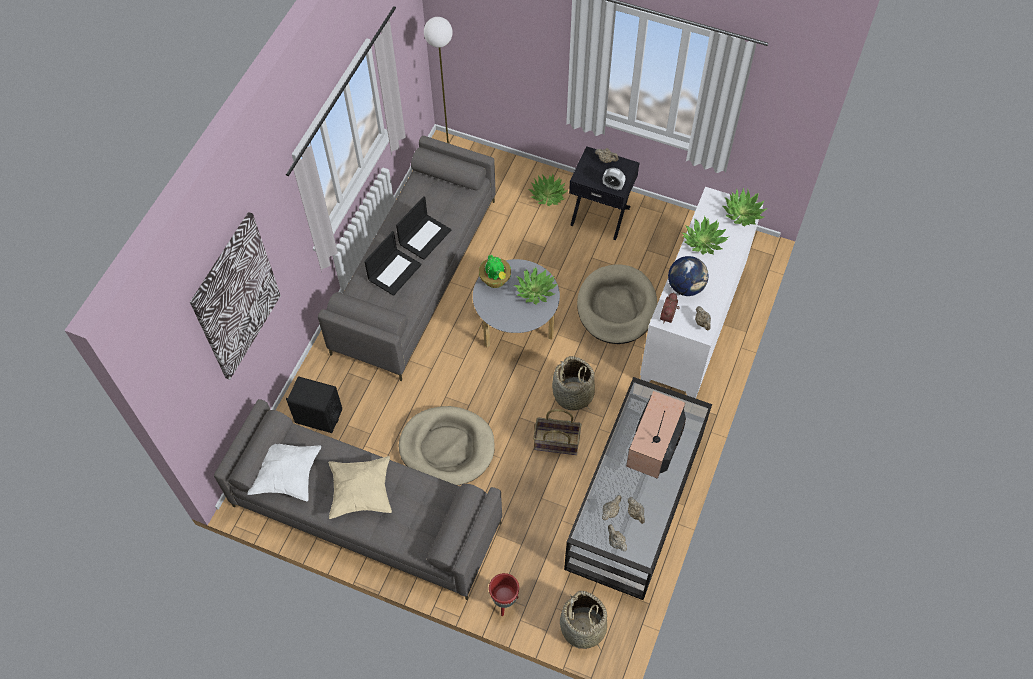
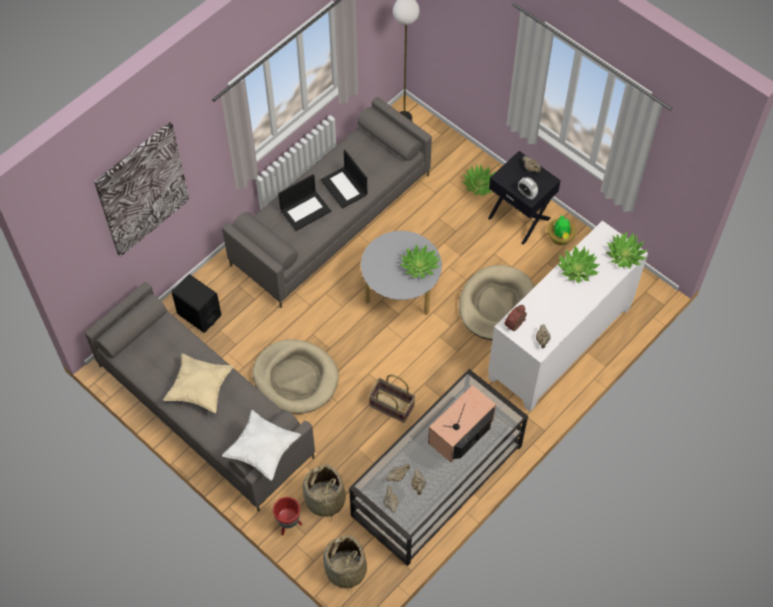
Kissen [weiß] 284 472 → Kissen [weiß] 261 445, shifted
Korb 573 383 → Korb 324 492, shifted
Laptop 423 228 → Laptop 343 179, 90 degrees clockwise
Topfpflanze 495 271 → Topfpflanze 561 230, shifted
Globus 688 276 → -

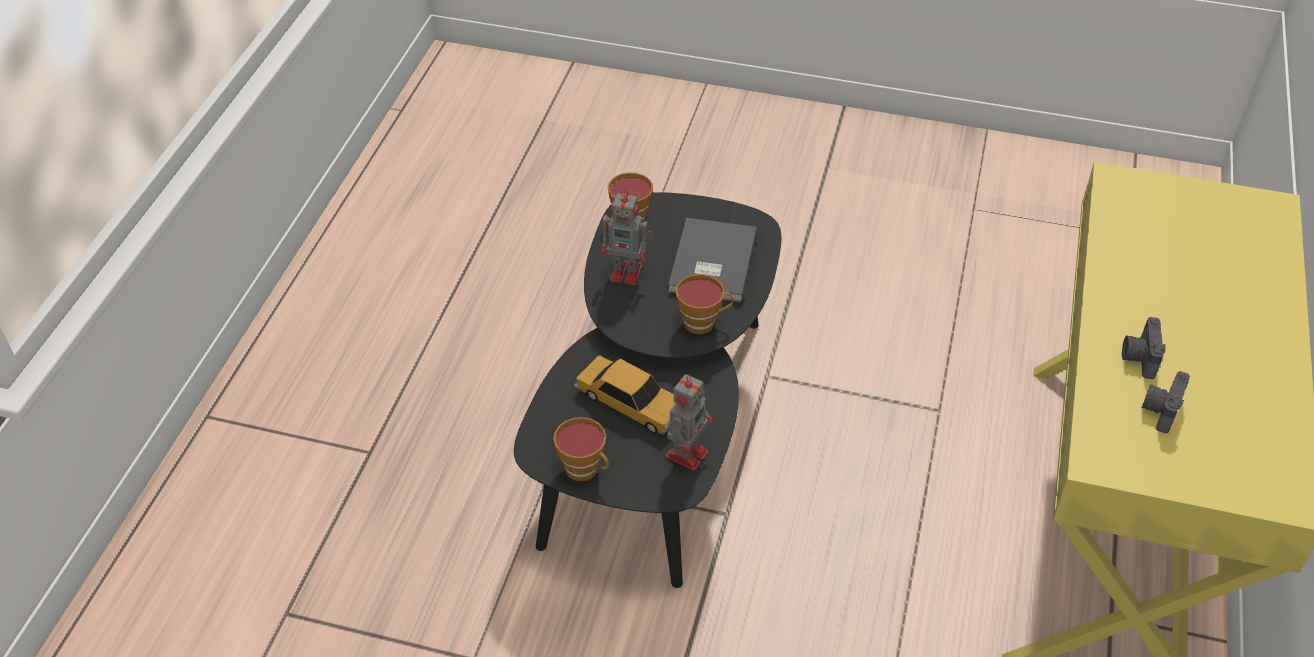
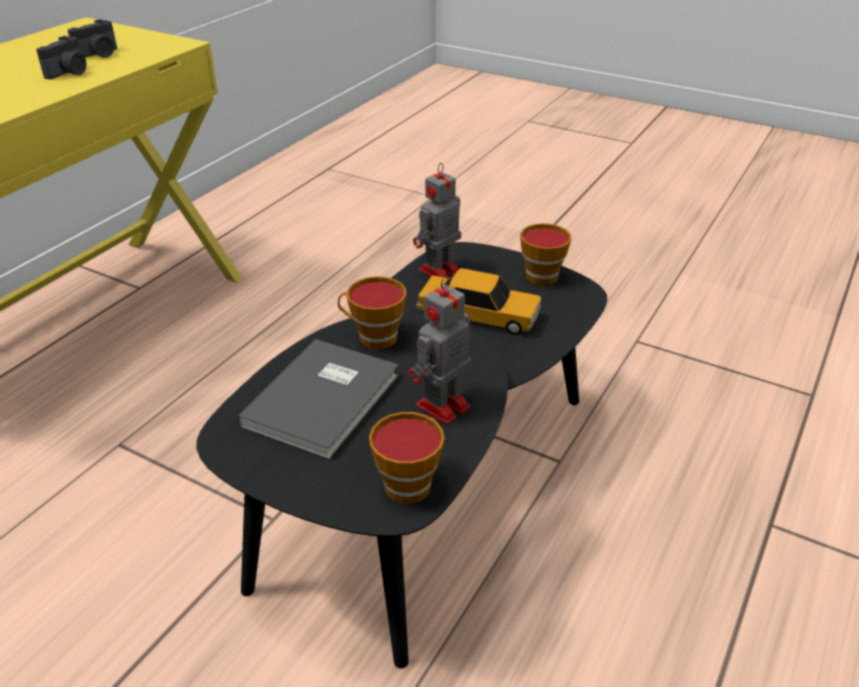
Spielzeugroboter 627 237 → Spielzeugroboter 439 350, 75 degrees counterclockwise
Spielzeugauto 625 394 → Spielzeugauto 478 301, 150 degrees clockwise

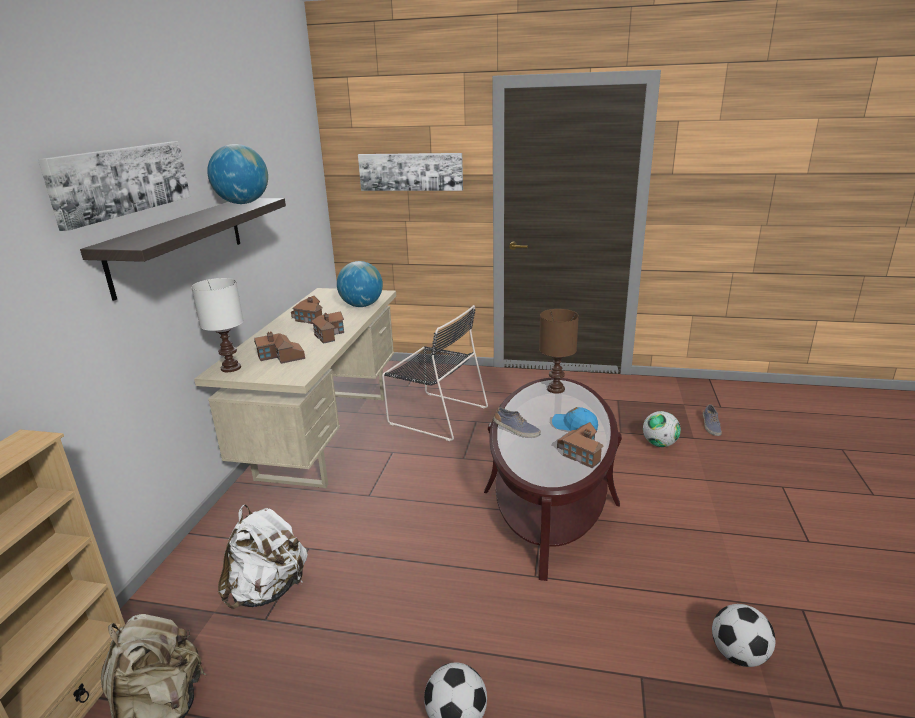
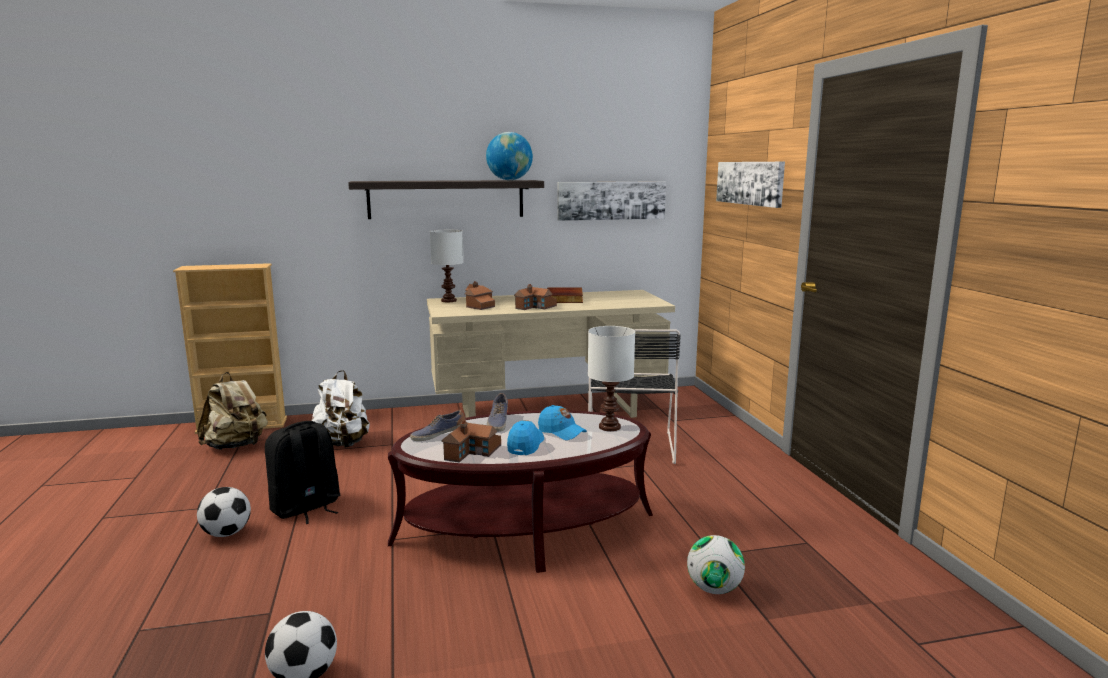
- → Rucksack [schwarz] 303 472
Schuh 712 420 → Schuh 438 425, shifted
- → Kappe [blau] 562 422
Spielzeughaus 307 310 → Buch 565 295
Bild 114 186 → Bild 612 201, shifted
Tischlampe [braun] 559 351 → Tischlampe [weiß] 611 378
Globus 360 284 → -

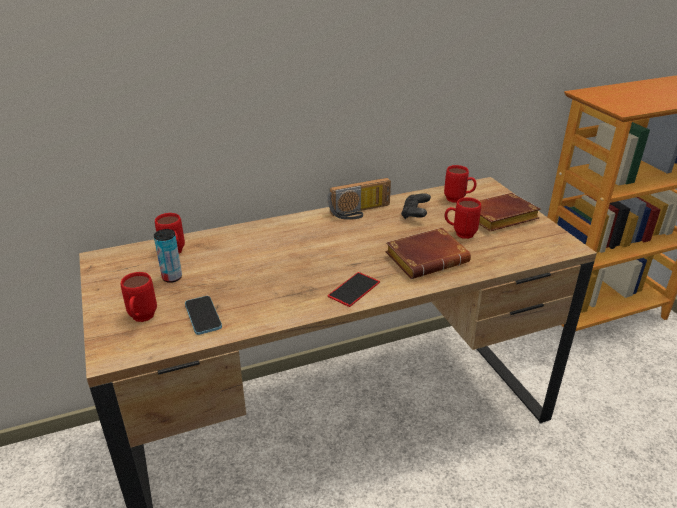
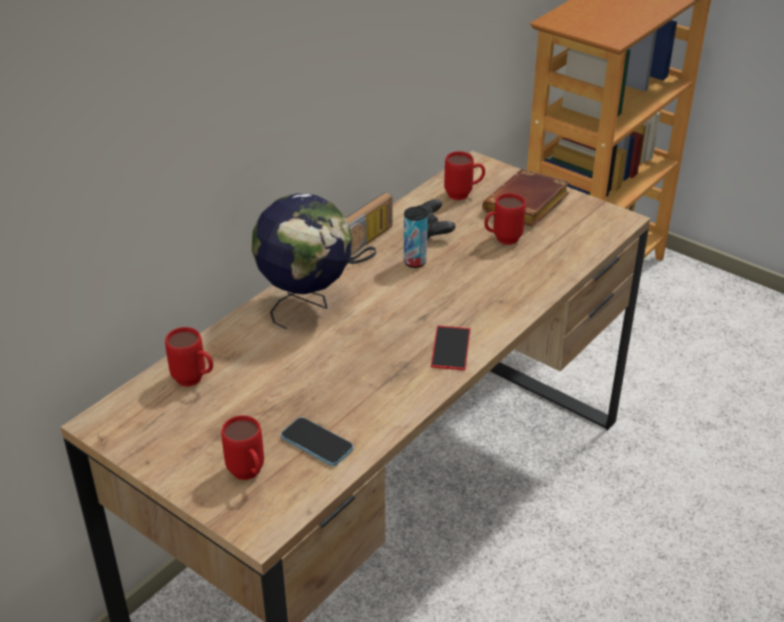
- → Globus 302 261
Dose 168 256 → Dose 416 237, shifted
Buch [braun] 428 253 → -

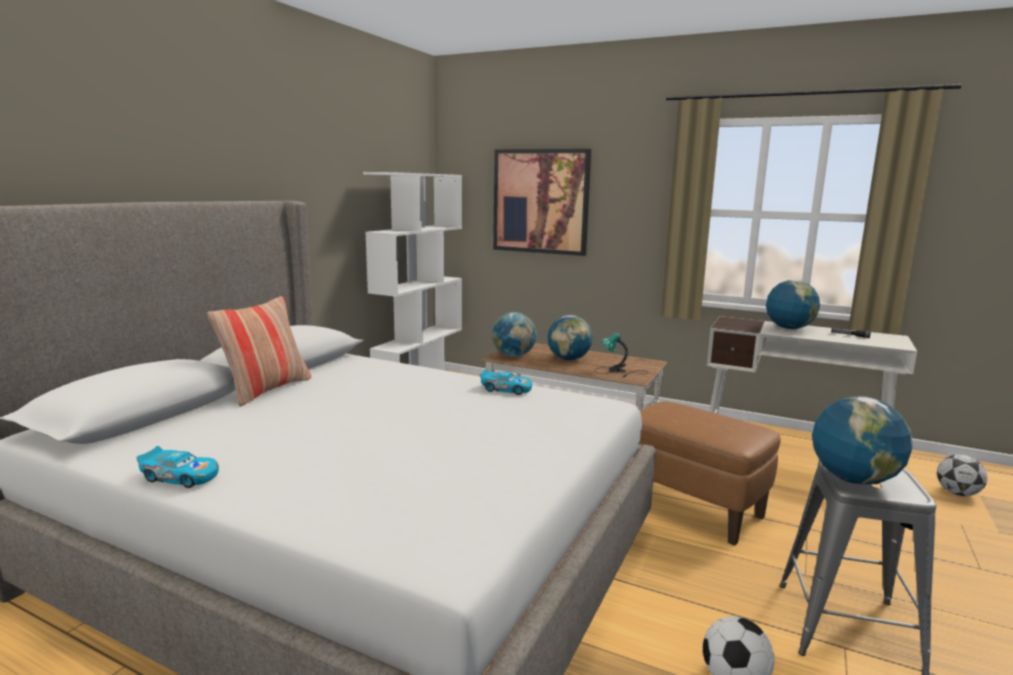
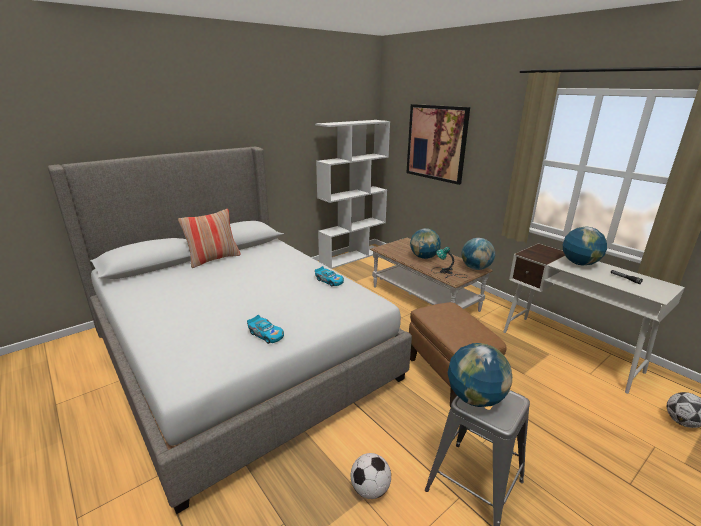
Spielzeugauto 178 467 → Spielzeugauto 265 329, shifted
Globus 514 334 → Globus 478 254, shifted

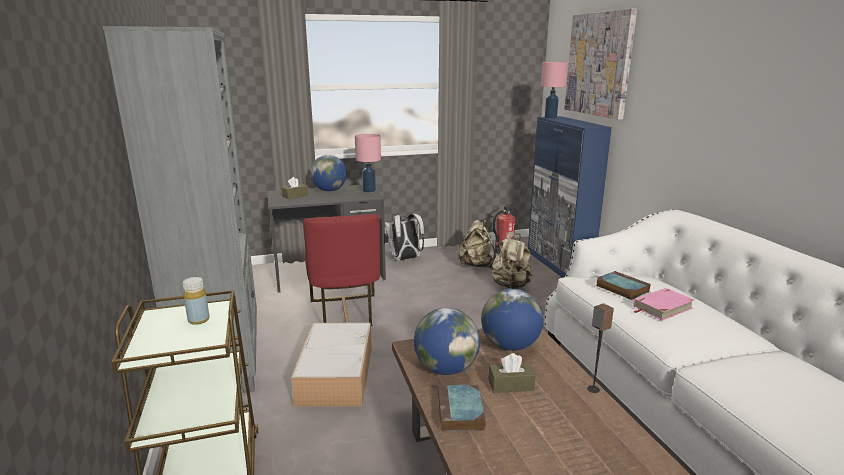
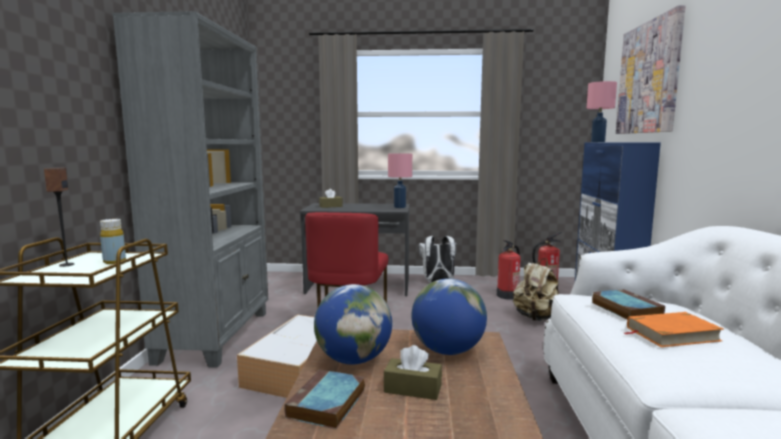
Lautsprecher 600 348 → Lautsprecher 58 217, shifted
Rucksack [beige] 477 243 → Feuerlöscher 509 270
Buch [rosa] 663 304 → Buch [orange] 674 329
Globus 328 173 → -

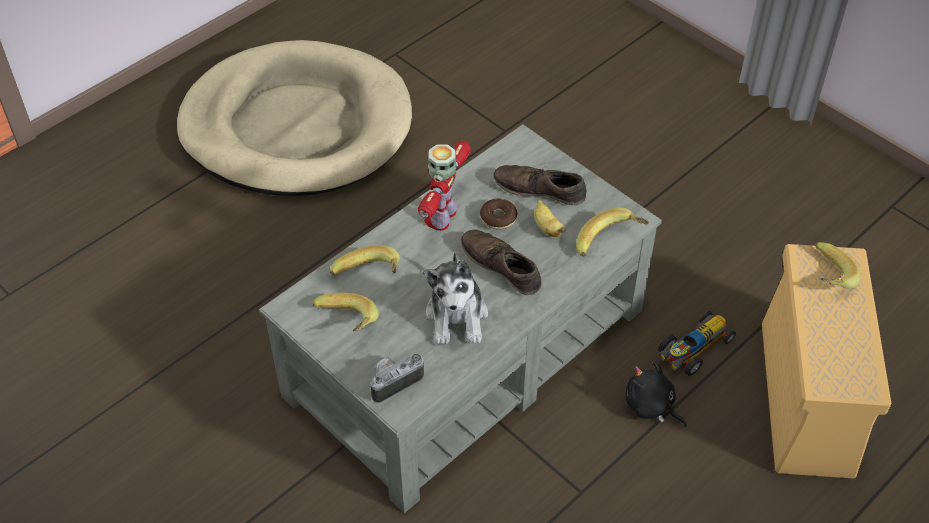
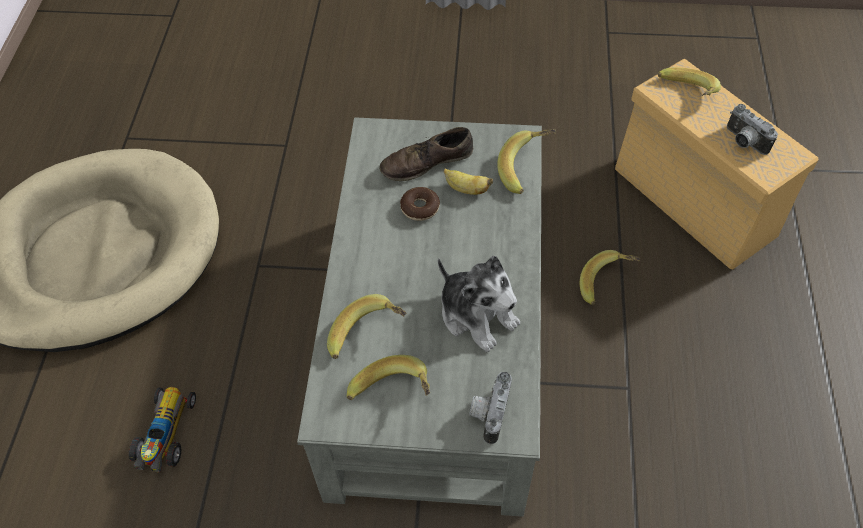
Spielzeugauto 697 343 → Spielzeugauto 162 429, shifted
Plüschtier [schwarz] 656 394 → Banane 610 277
- → Kamera 752 129
Spielzeugroboter 444 186 → -
Schuh [braun] 501 262 → -

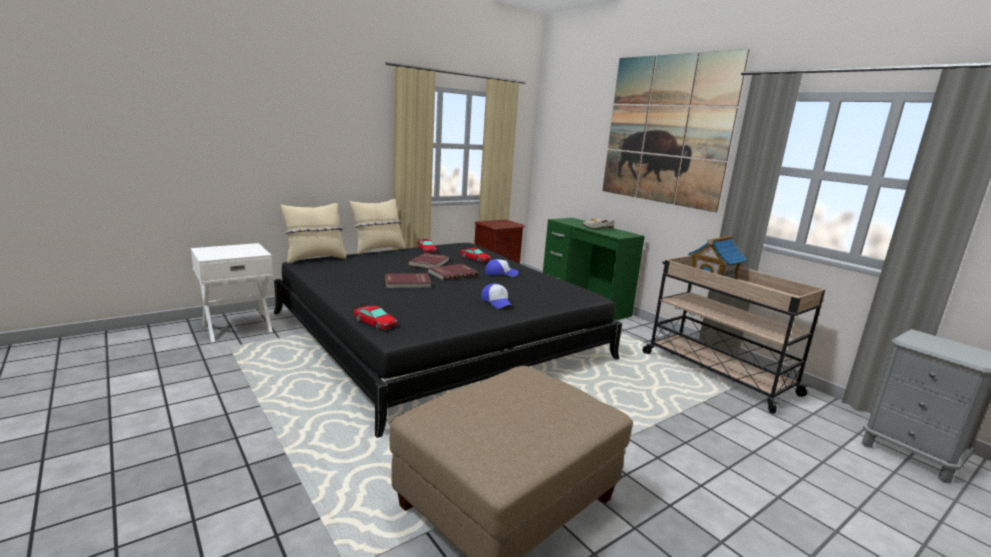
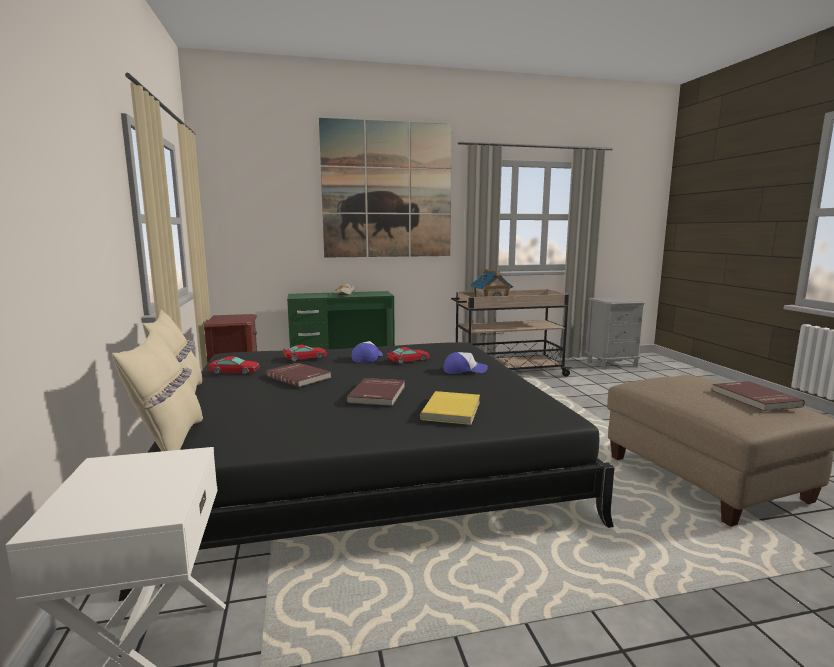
Spielzeugauto 376 317 → Spielzeugauto 408 355, shifted
- → Buch [gelb] 450 408
Buch [rot] 453 272 → Buch [rot] 758 396, shifted

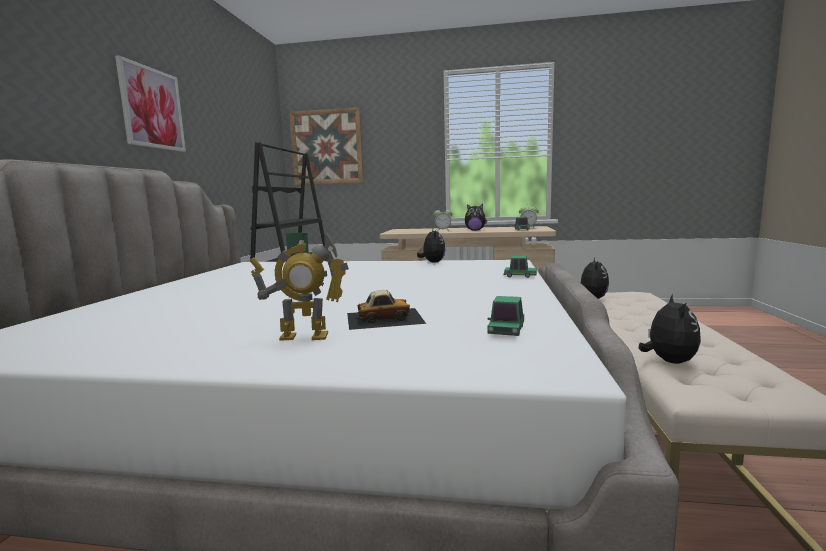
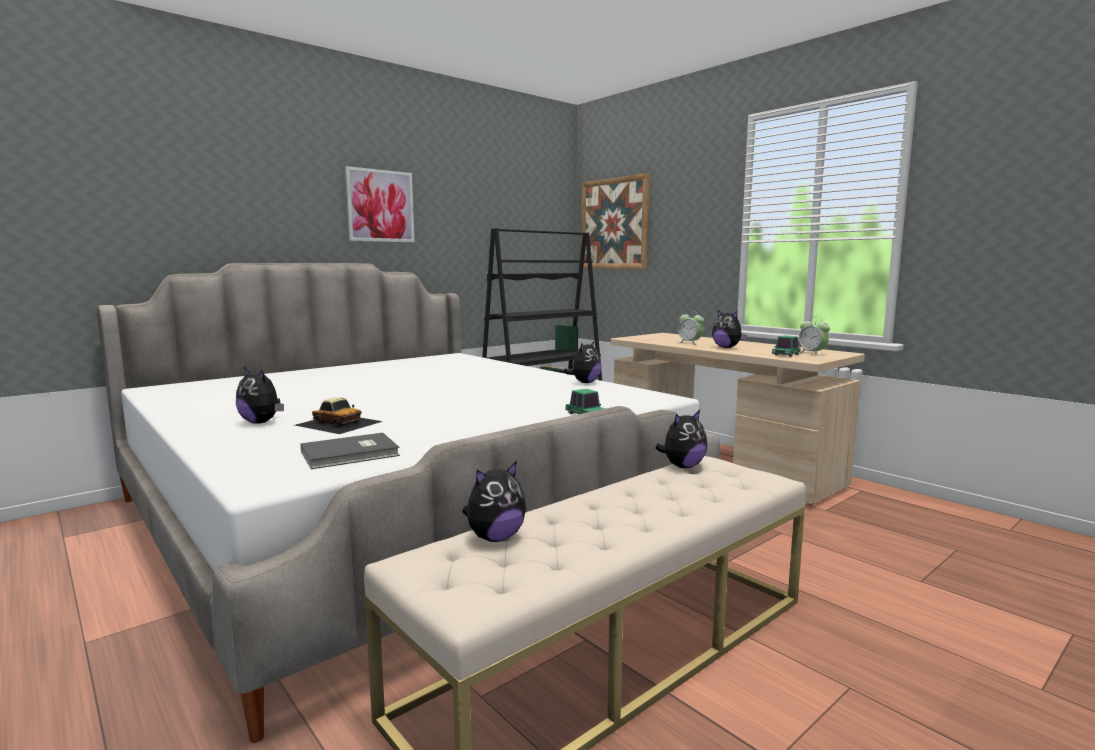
Spielzeugroboter 299 287 → Plüschtier 260 395
Spielzeugauto 506 316 → Buch [grau] 350 451

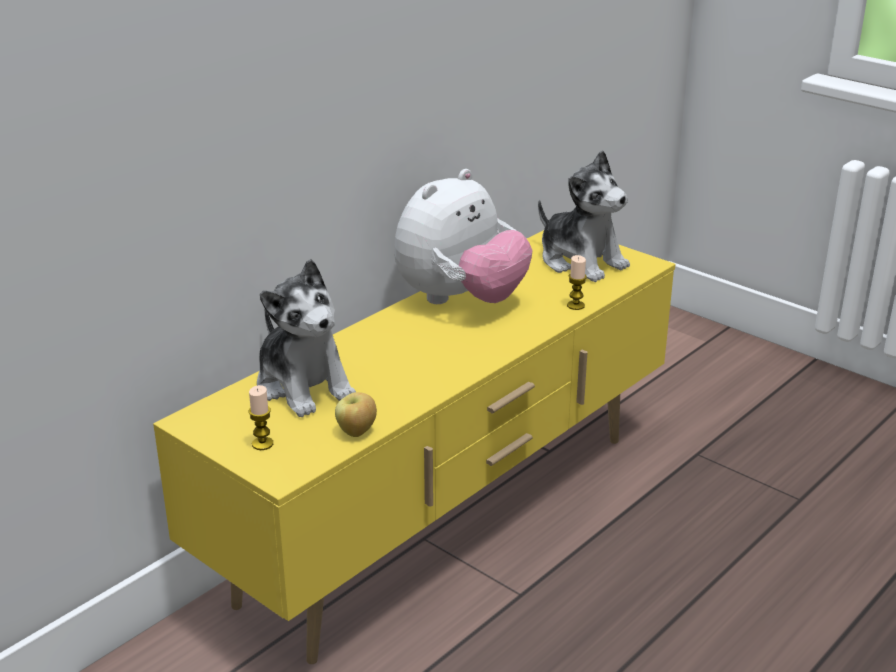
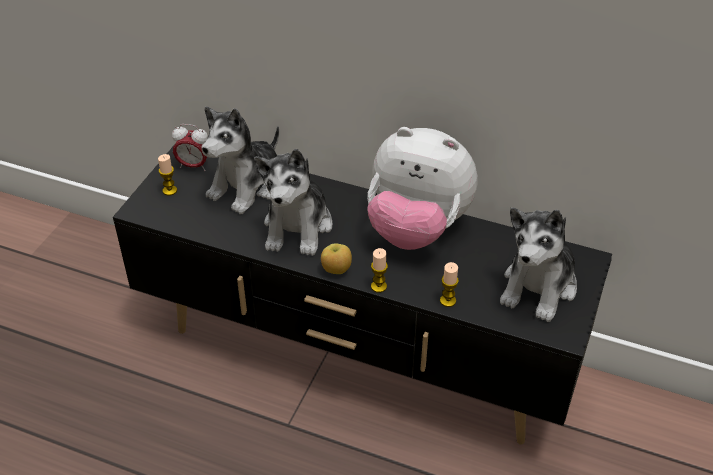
Fernsehschrank [gelb] 414 447 → Fernsehschrank [schwarz] 362 294
- → Wecker 190 147
- → Plüschtier 293 202
Apfel 356 414 → Apfel 336 258, shifted
- → Kerze 379 270

